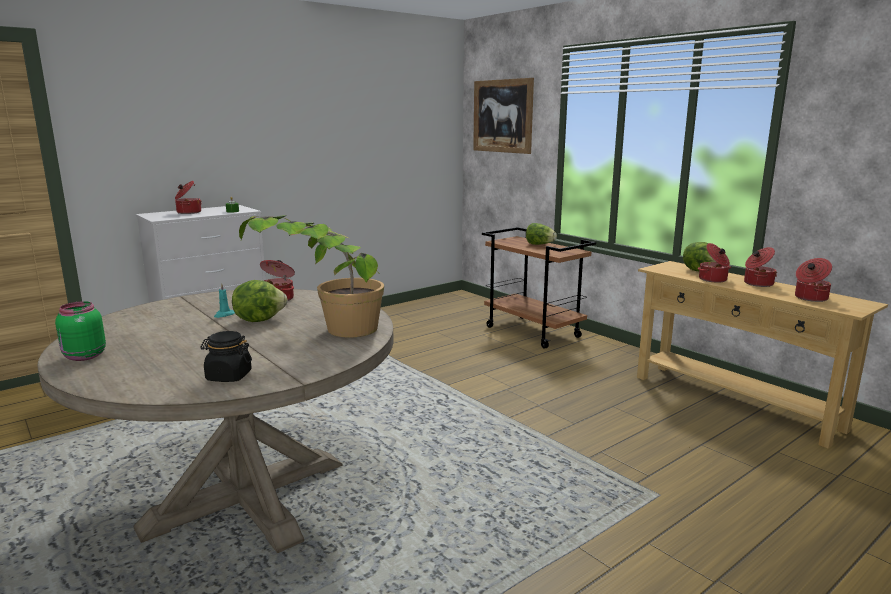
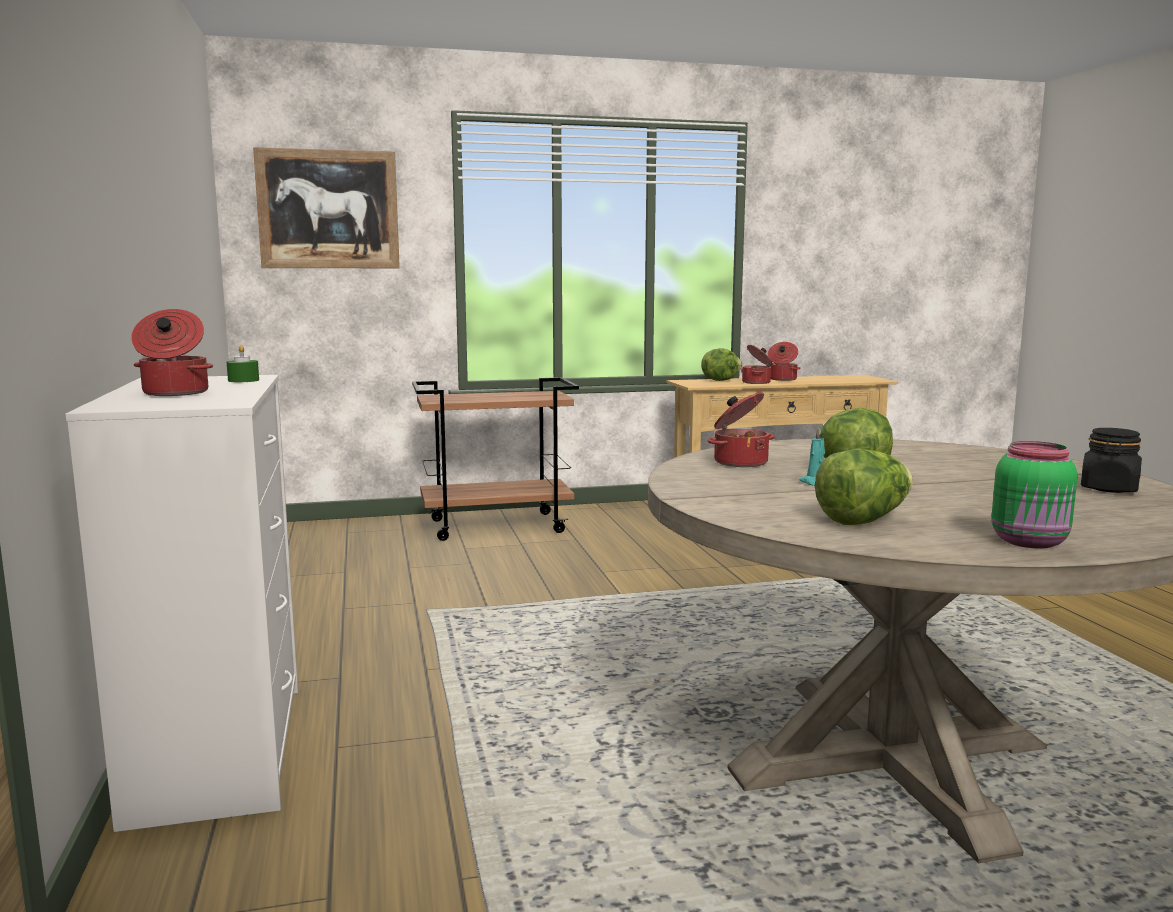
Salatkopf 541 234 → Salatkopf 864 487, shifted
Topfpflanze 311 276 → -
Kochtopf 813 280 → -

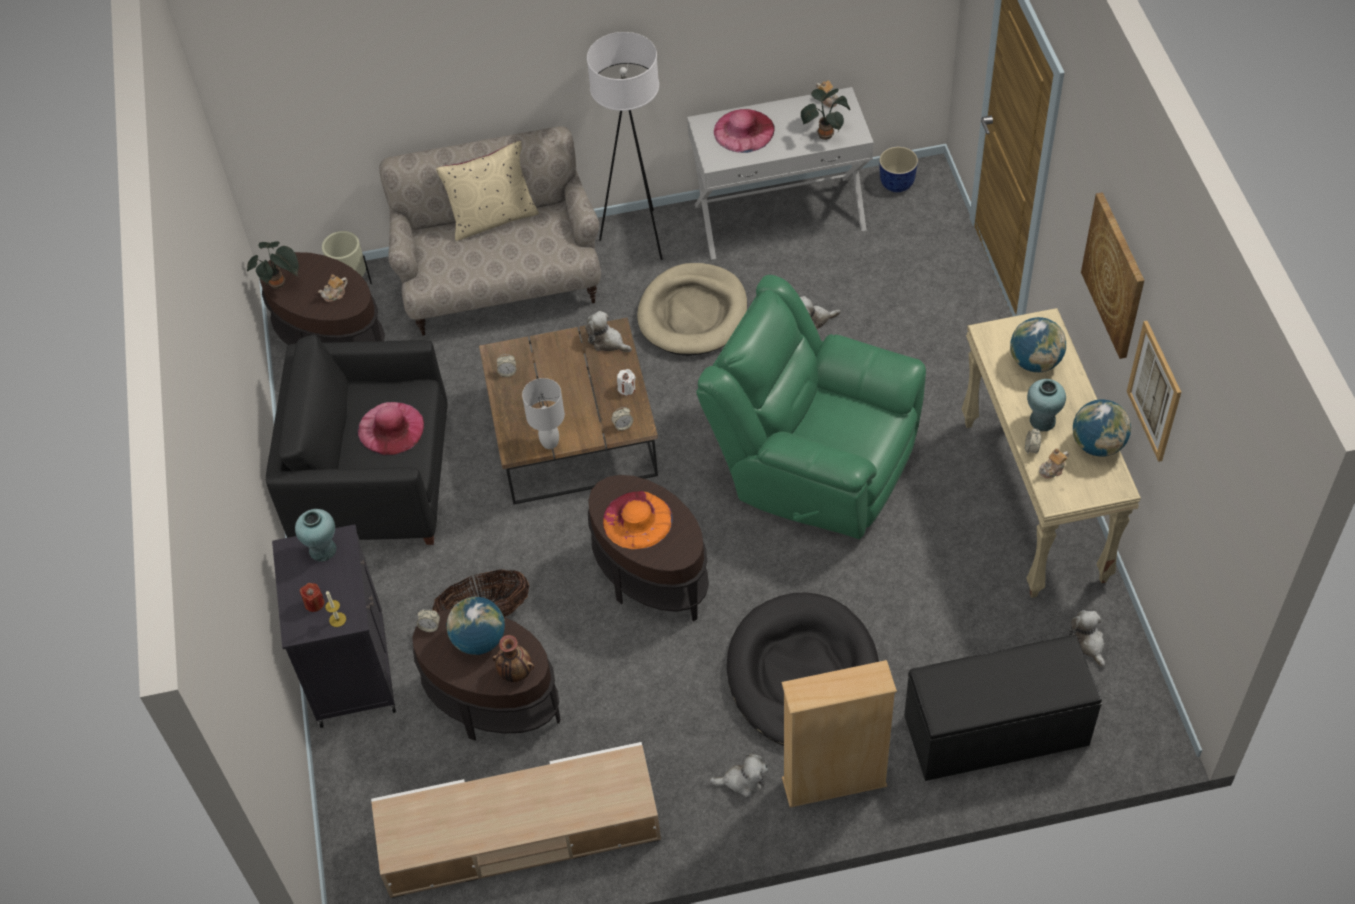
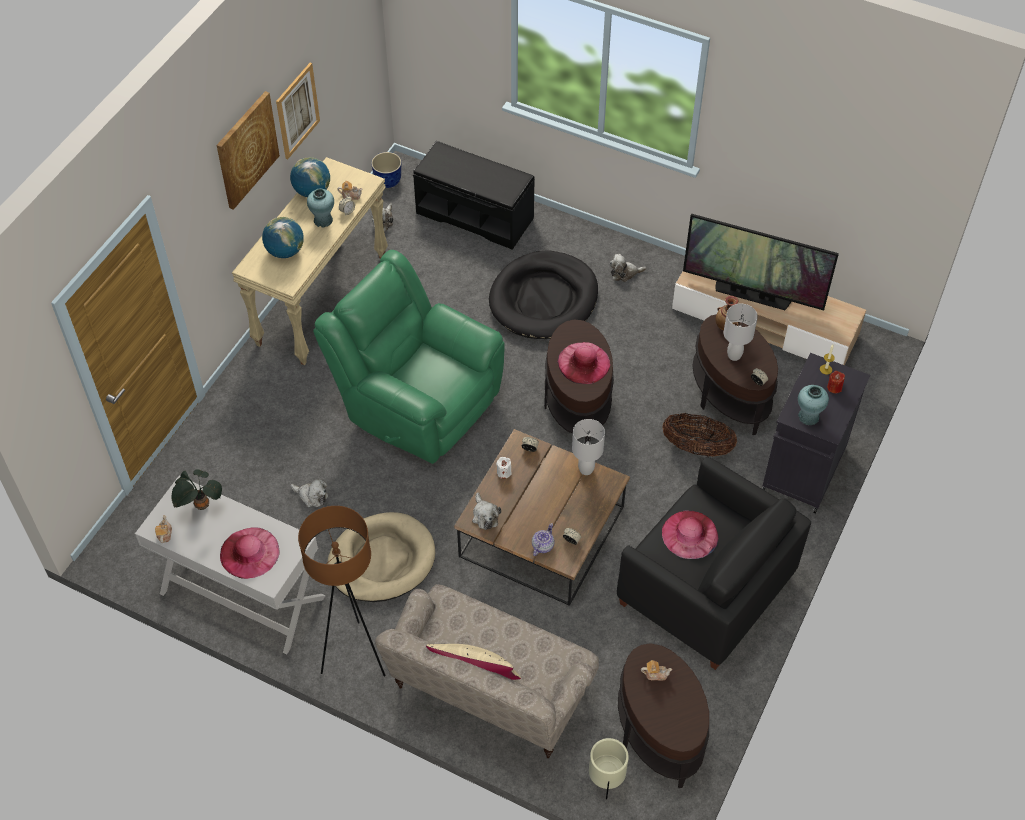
Stehlampe [weiß] 625 146 → Stehlampe [braun] 342 591
Sessel [grün] 811 407 → Sessel [grün] 409 357, 150 degrees clockwise
Pflanzkübel 898 169 → Pflanzkübel 386 170, shifted
- → Teekanne 543 539
Hut [orange] 638 520 → Hut [rosa] 584 363
Plüschtier 739 775 → Plüschtier 628 268, 45 degrees counterclockwise
- → Fernseher 761 262
Globus 476 626 → Tischlampe [weiß] 740 332
Topfpflanze 273 265 → -
Bücherregal [beige] 839 734 → -

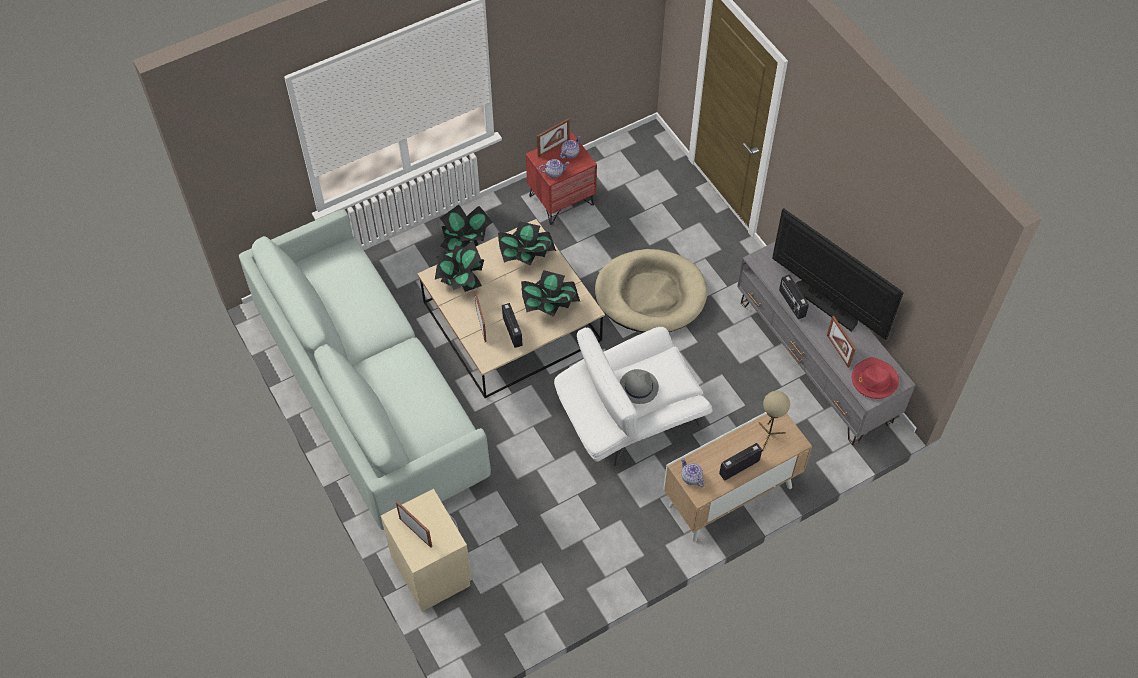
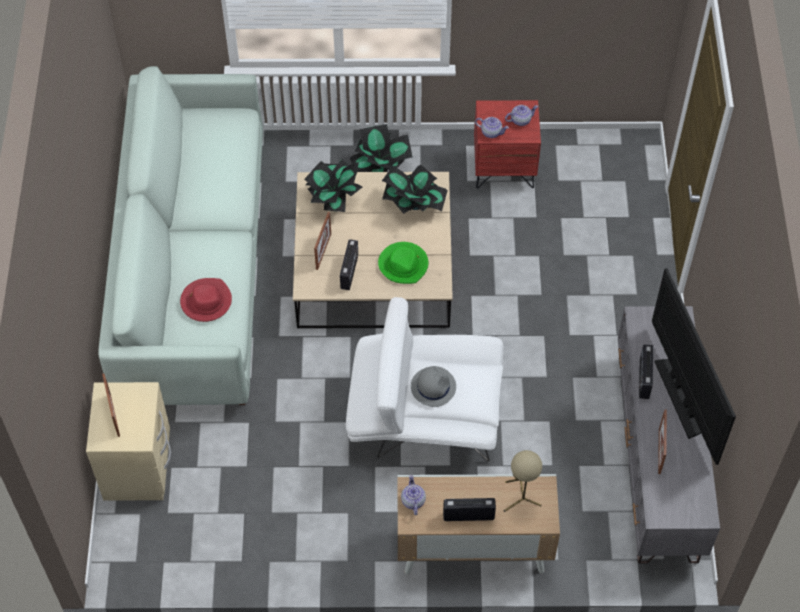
Hut [rot] 875 378 → Hut [rot] 206 300, shifted
Topfpflanze 550 293 → Hut [grün] 403 263
Bilderrahmen 553 137 → -
Hundebett [beige] 651 291 → -

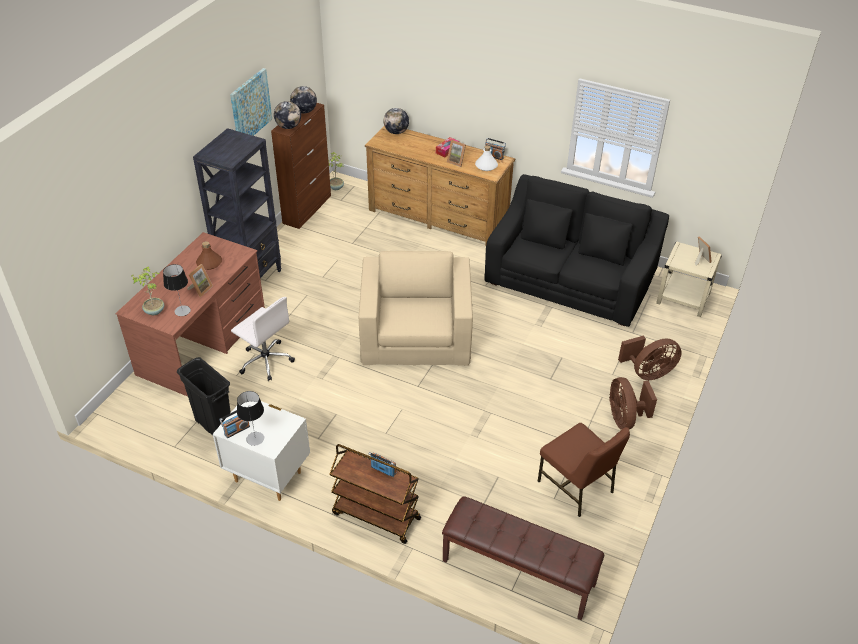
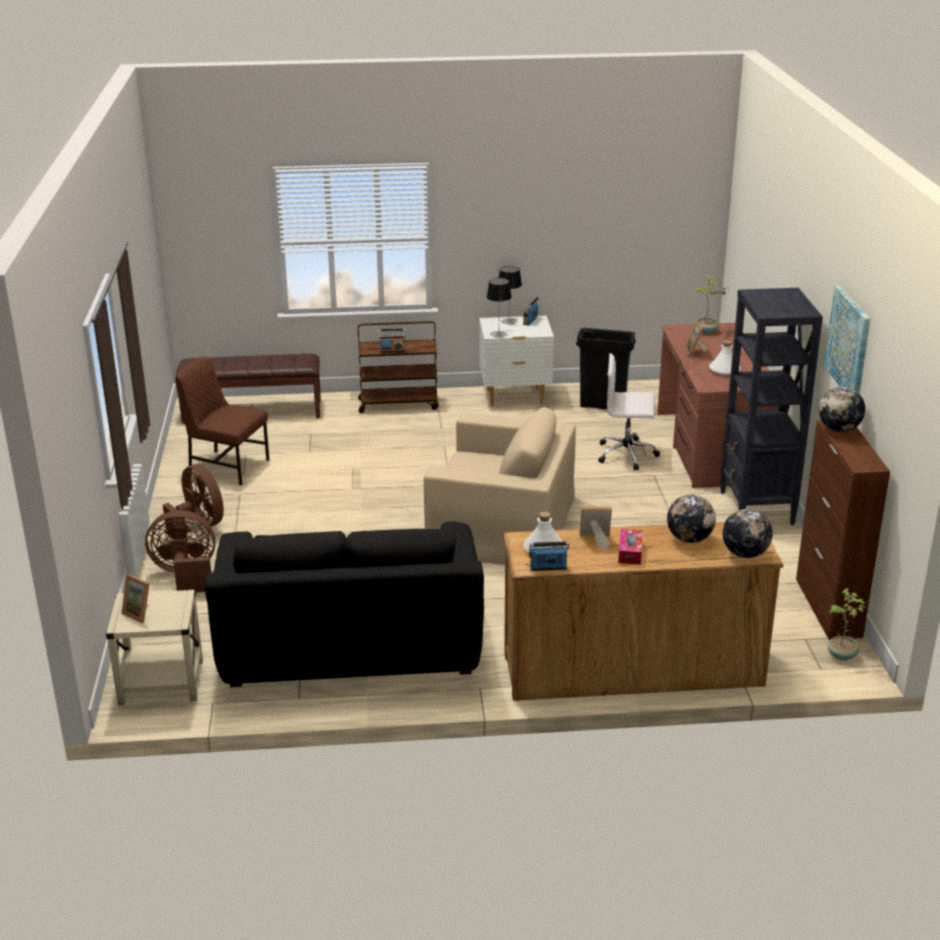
Ventilator [braun] 650 358 → Ventilator [braun] 180 551, 45 degrees clockwise
Sessel [beige] 416 308 → Sessel [beige] 500 486, 45 degrees counterclockwise
Tischlampe 177 290 → Tischlampe 499 308, shifted
Globus 303 100 → Globus 691 519, shifted
Flasche [braun] 209 255 → Flasche [weiß] 725 357

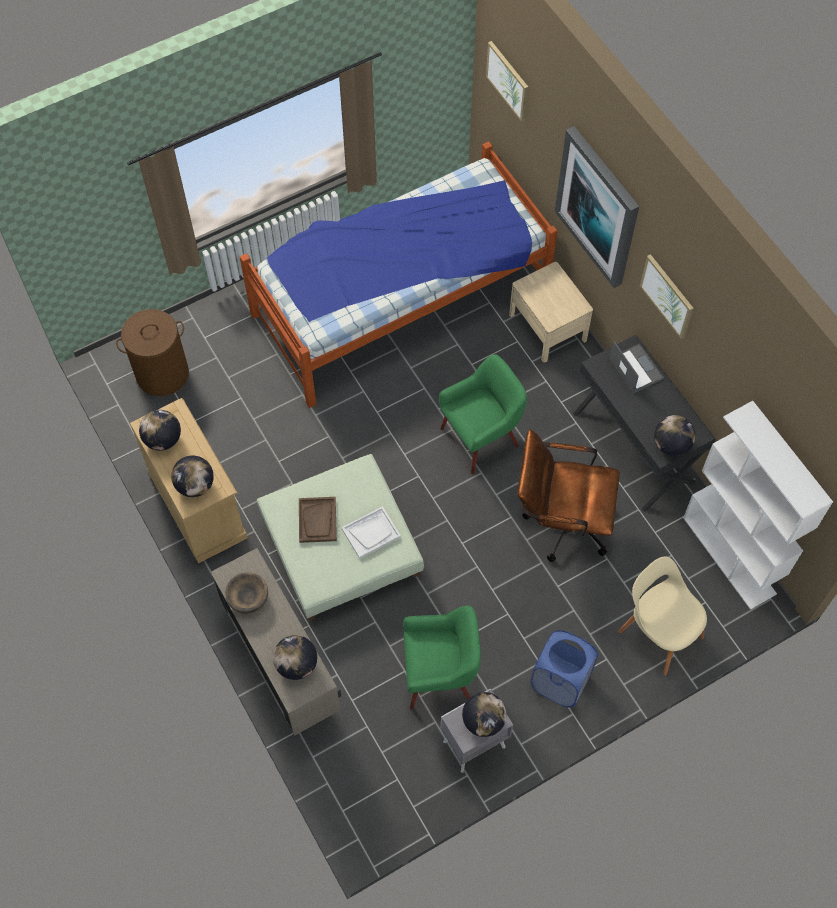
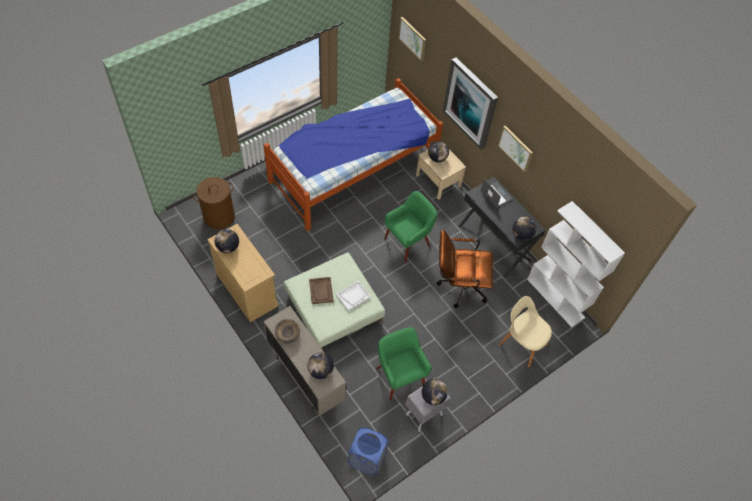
Wäschekorb [blau] 564 668 → Wäschekorb [blau] 368 451, shifted
Sessel [grün] 442 657 → Sessel [grün] 403 363, 105 degrees counterclockwise
Globus 192 476 → Globus 438 151, shifted

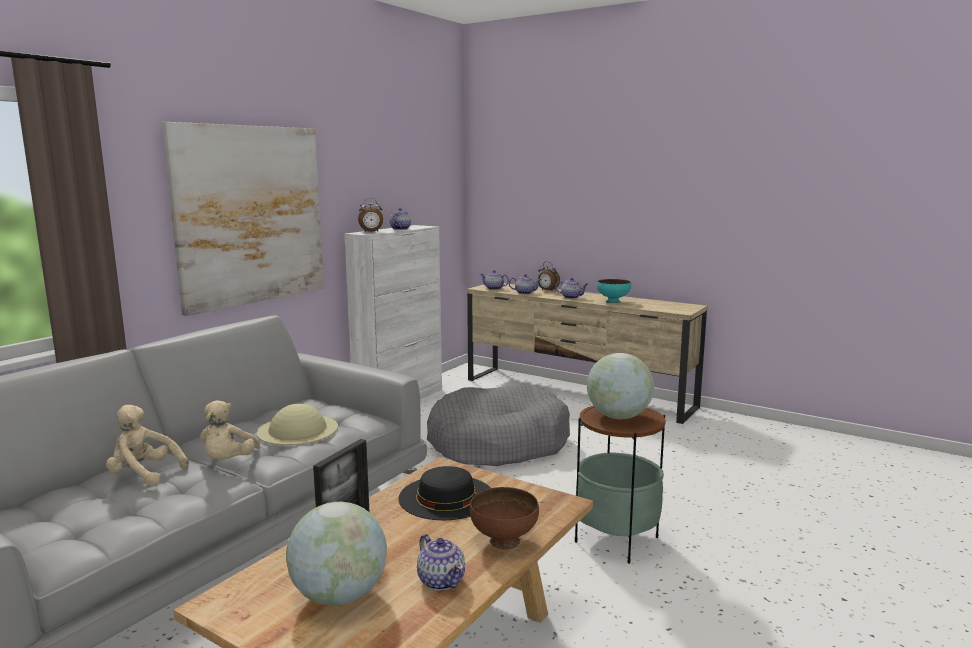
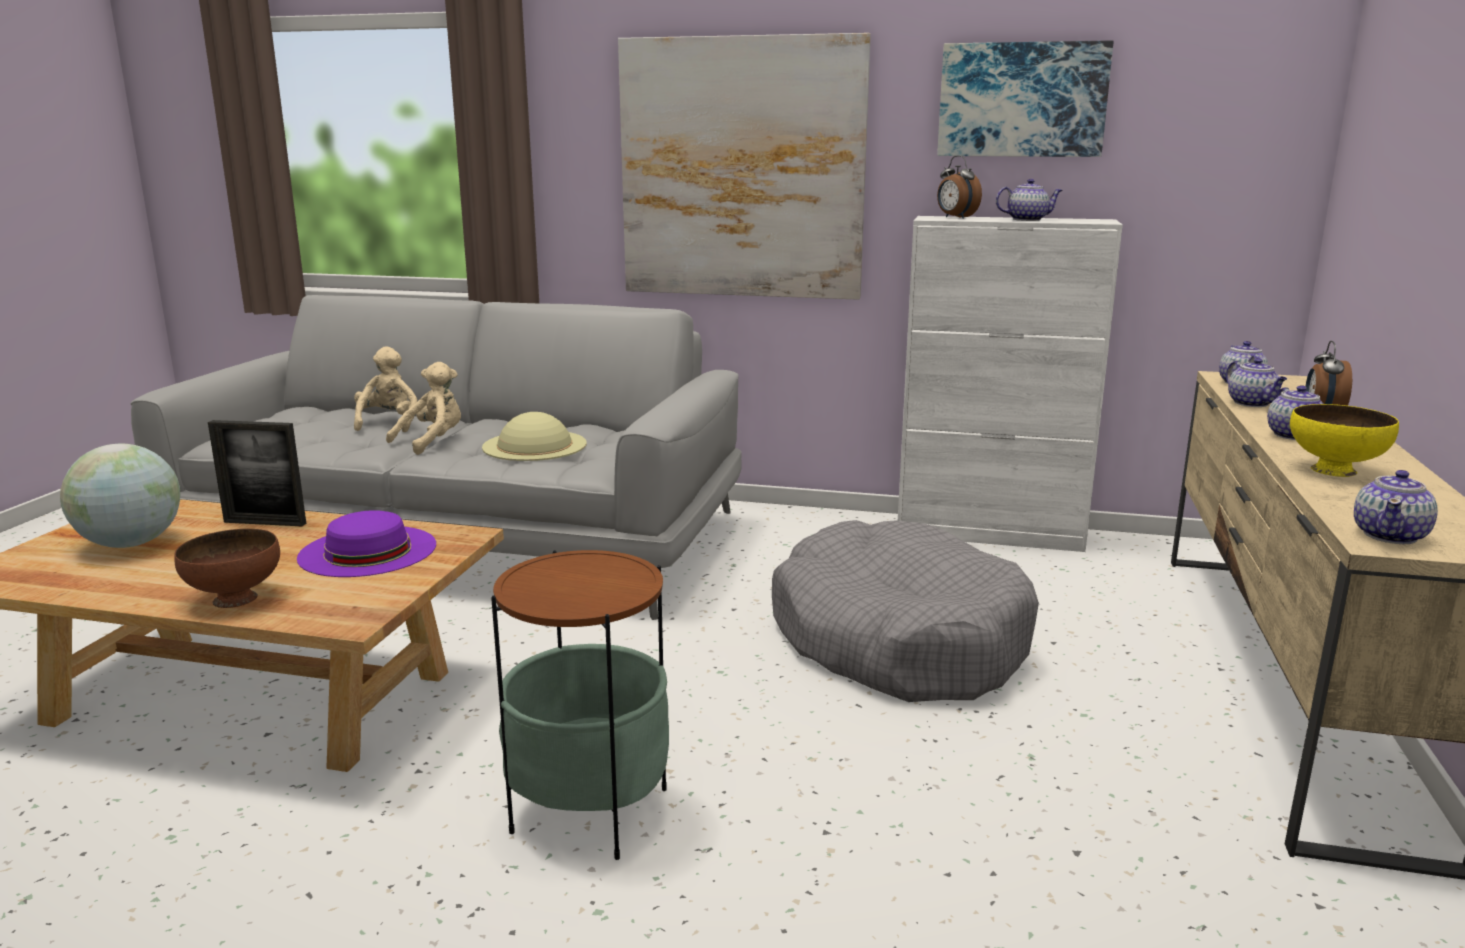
Hut [schwarz] 444 493 → Hut [lila] 366 543
Plüschtier [beige] 230 430 → Plüschtier [beige] 423 408, 150 degrees clockwise
- → Bild 1025 98
Schüssel [türkis] 614 291 → Schüssel [gelb] 1344 440
Teekanne 441 562 → Teekanne 1396 507, shifted
Globus 620 386 → -

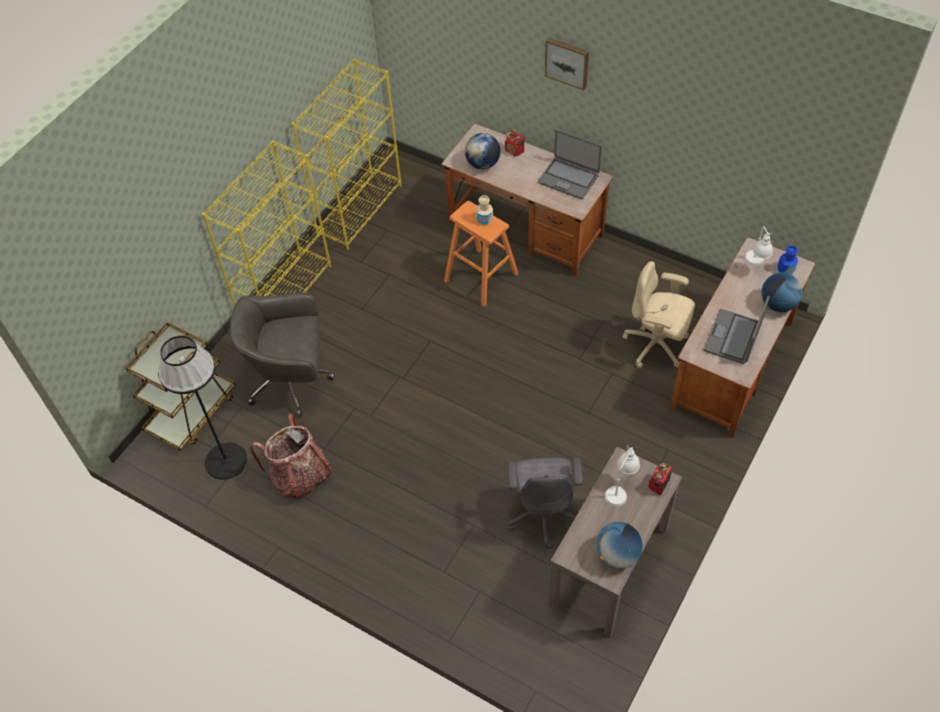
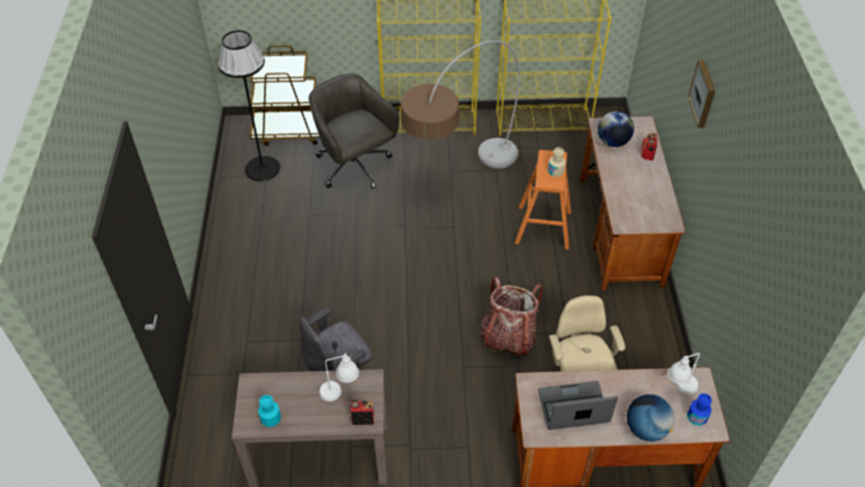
Globus 619 545 → Flasche [türkis] 269 411
- → Stehlampe 460 104
Rucksack 290 456 → Rucksack 511 316, shifted
Laptop 570 164 → -

